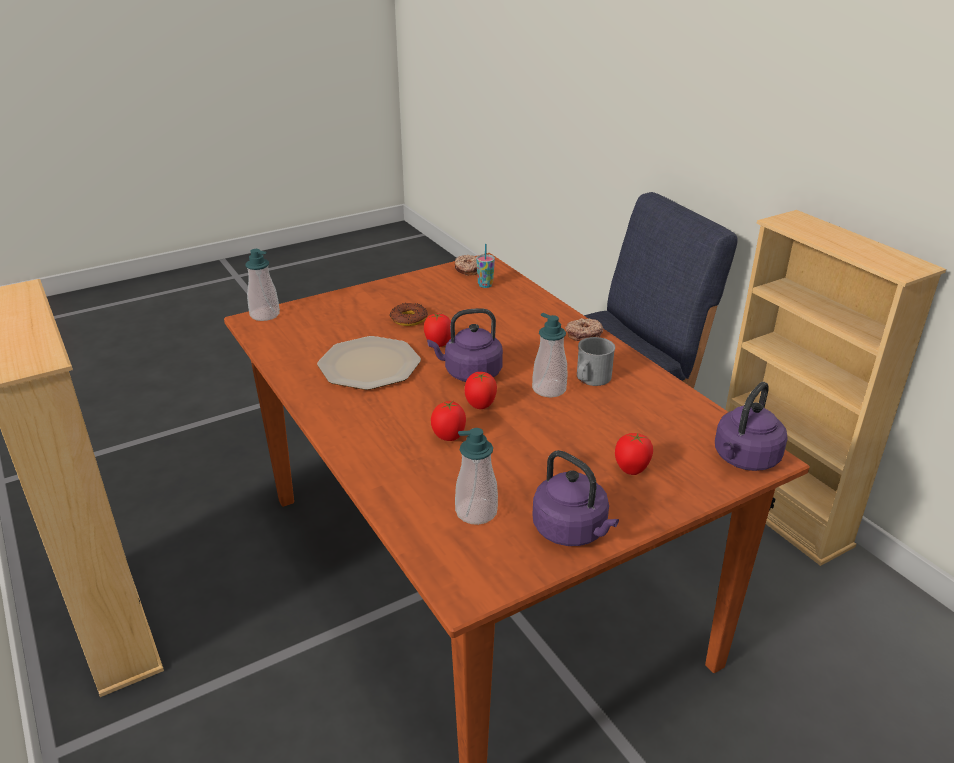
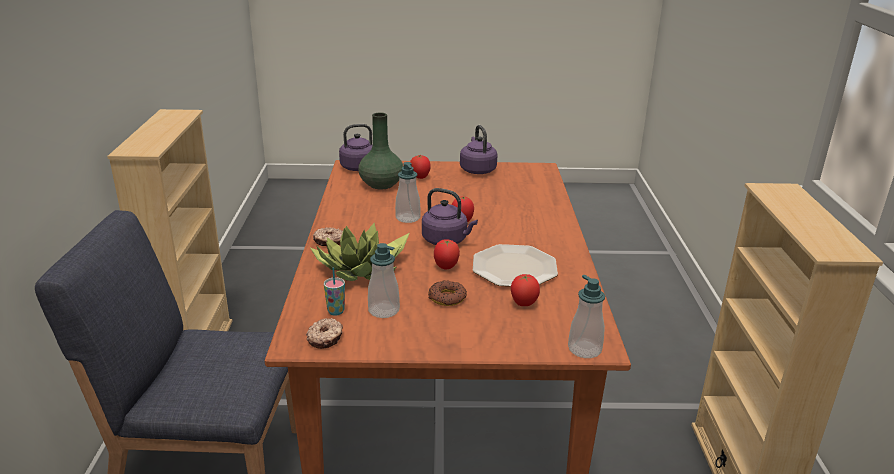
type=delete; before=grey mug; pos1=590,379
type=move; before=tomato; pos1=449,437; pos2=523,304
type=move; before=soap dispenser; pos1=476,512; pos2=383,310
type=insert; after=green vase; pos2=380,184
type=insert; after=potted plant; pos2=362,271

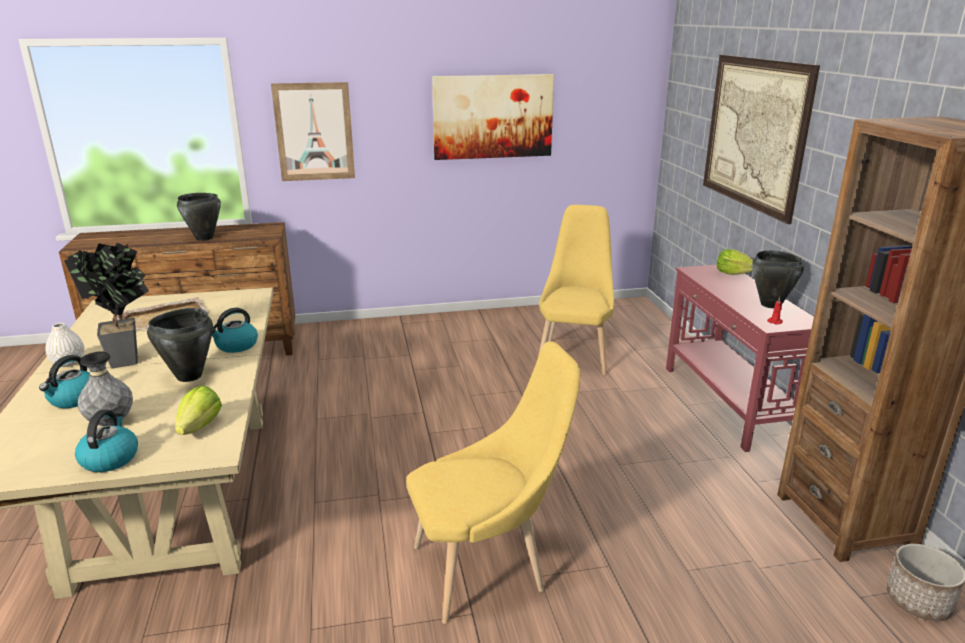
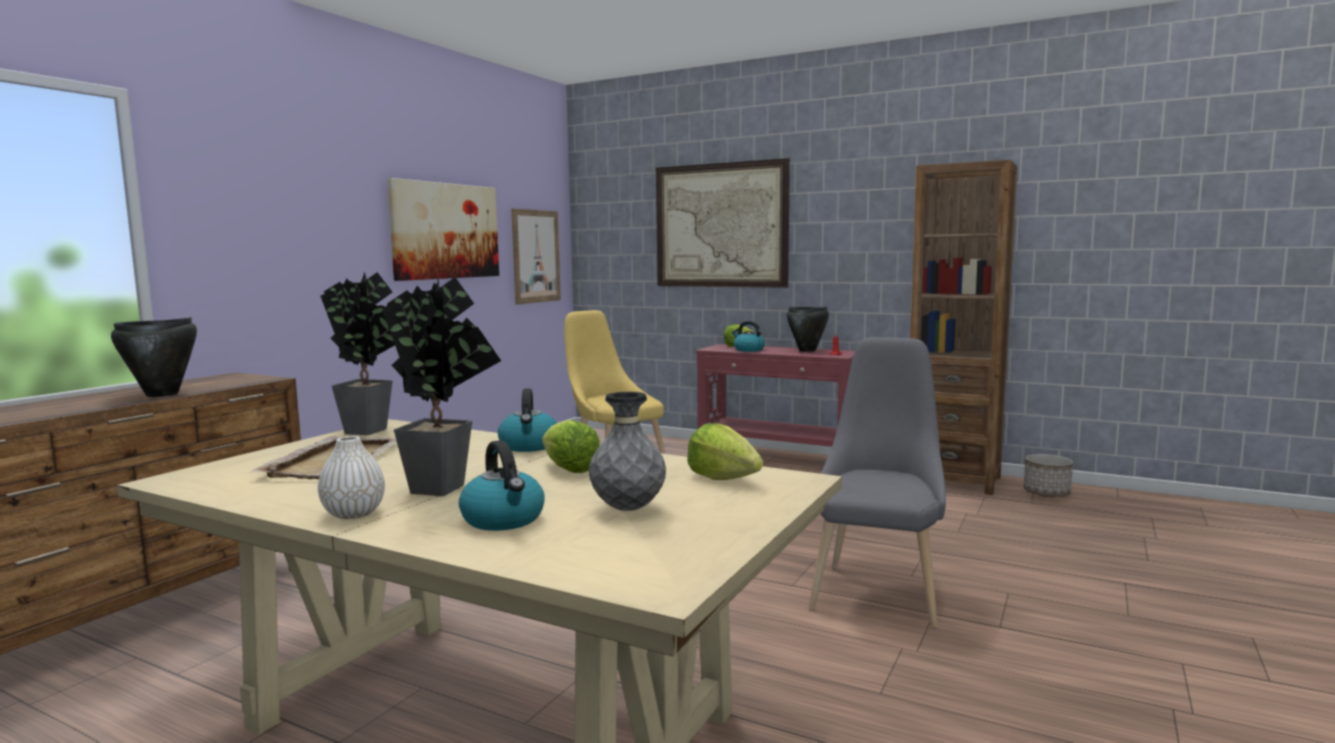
type=move; before=picture; pos1=314,132; pos2=536,256
type=replace; before=black cooking pot; after=lettuce; pos1=188,376; pos2=569,469
type=recolor; before=yellow chair; after=grey chair; pos1=487,568; pos2=878,590
type=move; before=kettle; pos1=110,458; pos2=748,350
type=insert; after=potted plant; pos2=373,430

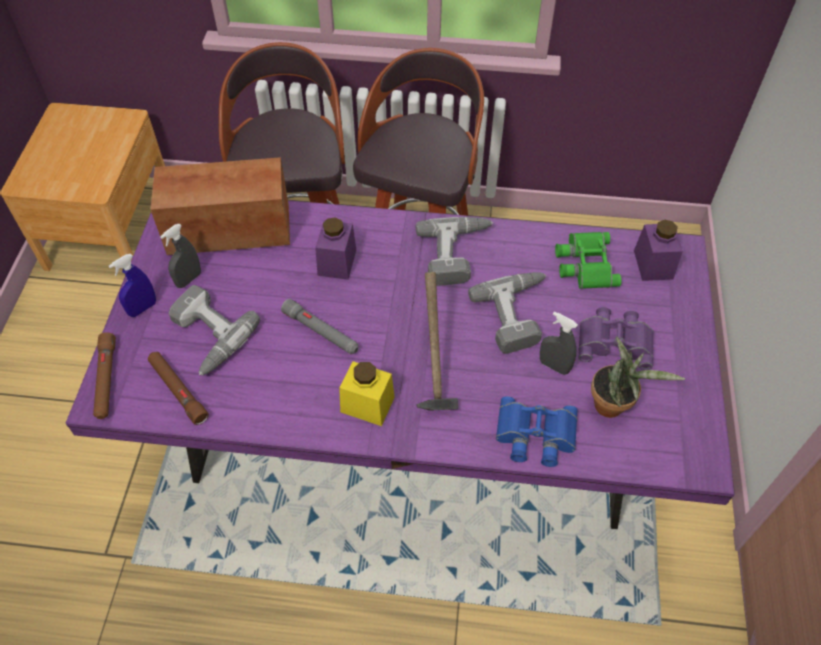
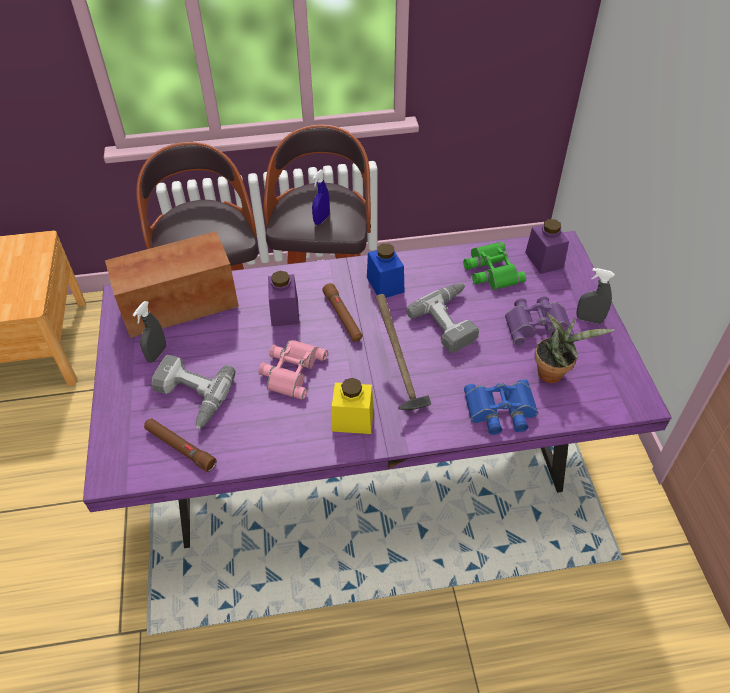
type=replace; before=power drill; after=blue jar; pos1=458,254; pos2=385,284
type=move; before=blue spray bottle; pos1=142,308; pos2=321,219
type=replace; before=grey flashlight; after=pink binoculars; pos1=321,331; pos2=291,370
type=move; before=grey spray bottle; pos1=554,366; pos2=589,319
type=move; before=brown flashlight; pos1=106,380; pos2=343,317

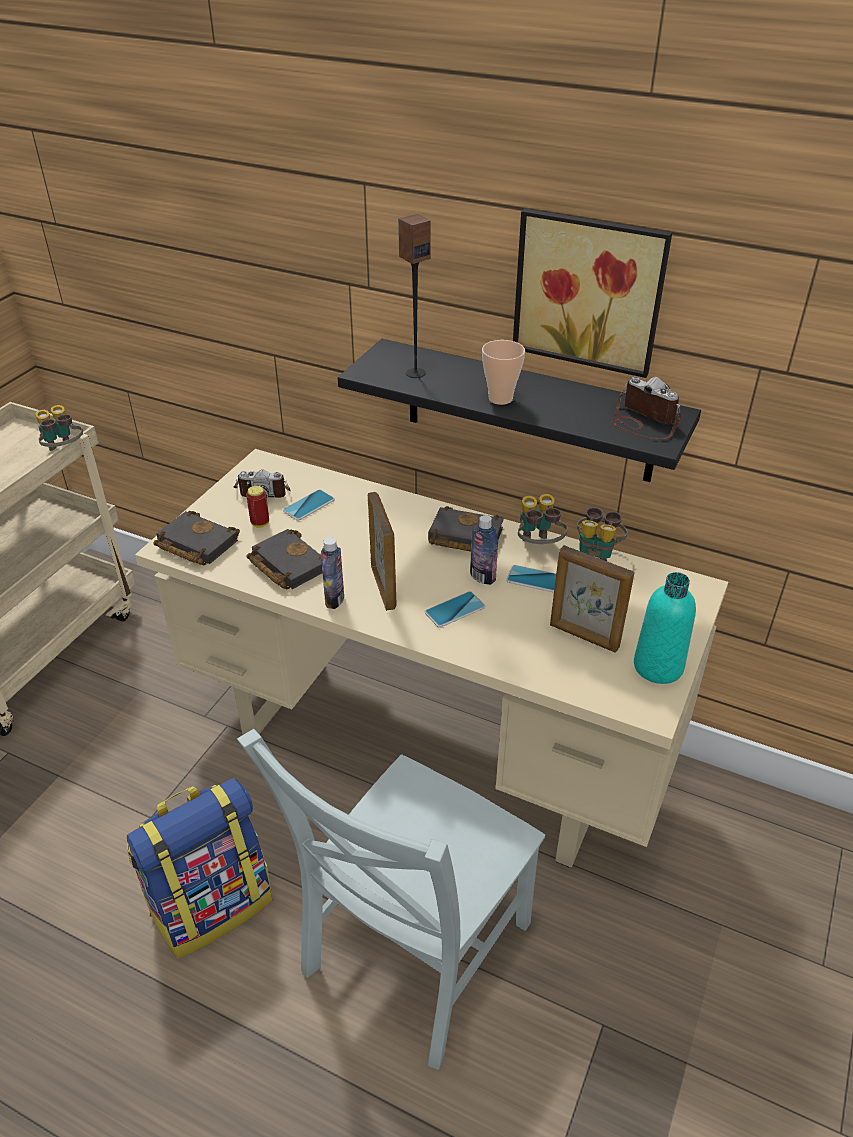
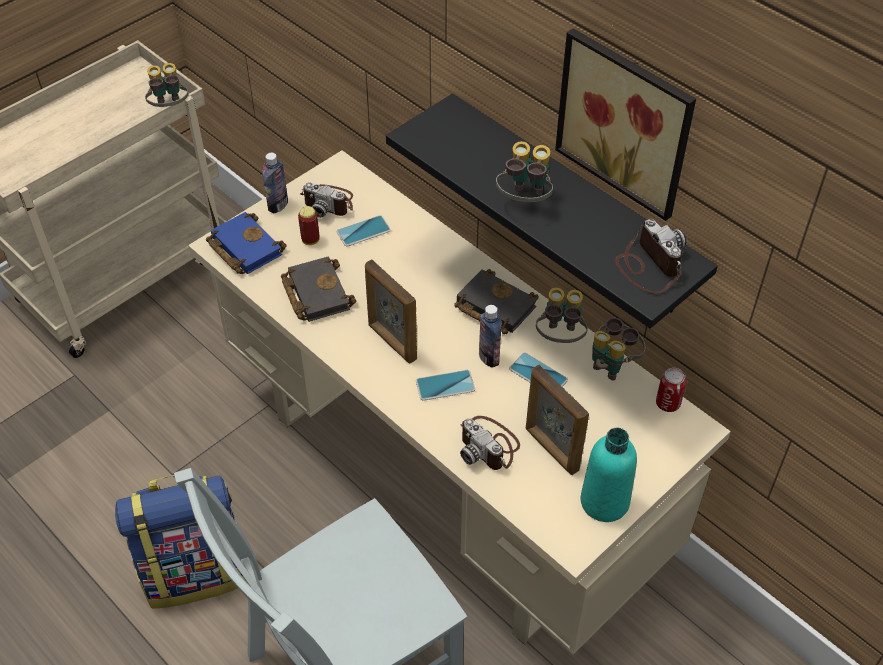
type=delete; before=speaker; pos1=415,373
type=replace; before=cup; after=binoculars; pos1=500,398; pos2=524,201
type=rotate; before=picture frame; pos1=383,587; pos2=391,342; turn=135
type=recolor; before=black book; after=blue book; pos1=194,544; pos2=243,248
type=move; before=bottle; pos1=334,599; pos2=278,205
type=insert; after=can; pos2=668,403
type=insert; after=photo camera; pos2=489,445

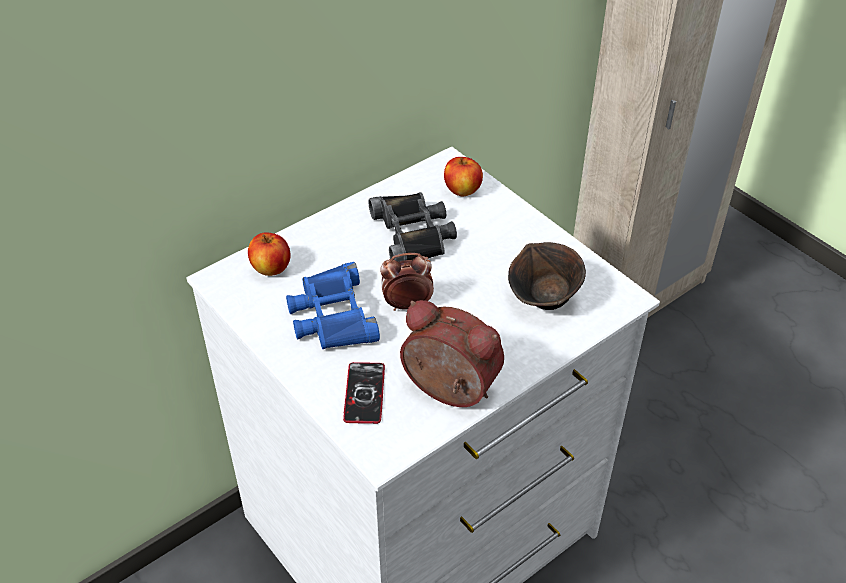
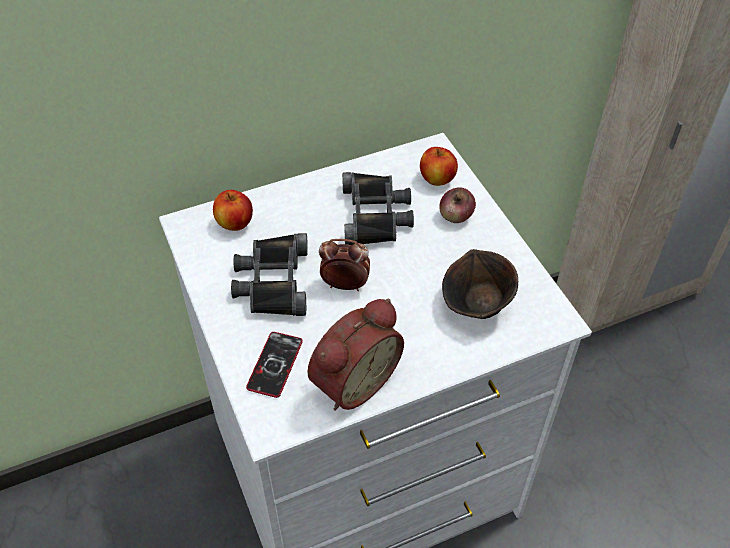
type=recolor; before=blue binoculars; after=black binoculars; pos1=331,316; pos2=272,281
type=rotate; before=alarm clock; pos1=448,391; pos2=352,380; turn=90
type=insert; after=apple; pos2=456,216

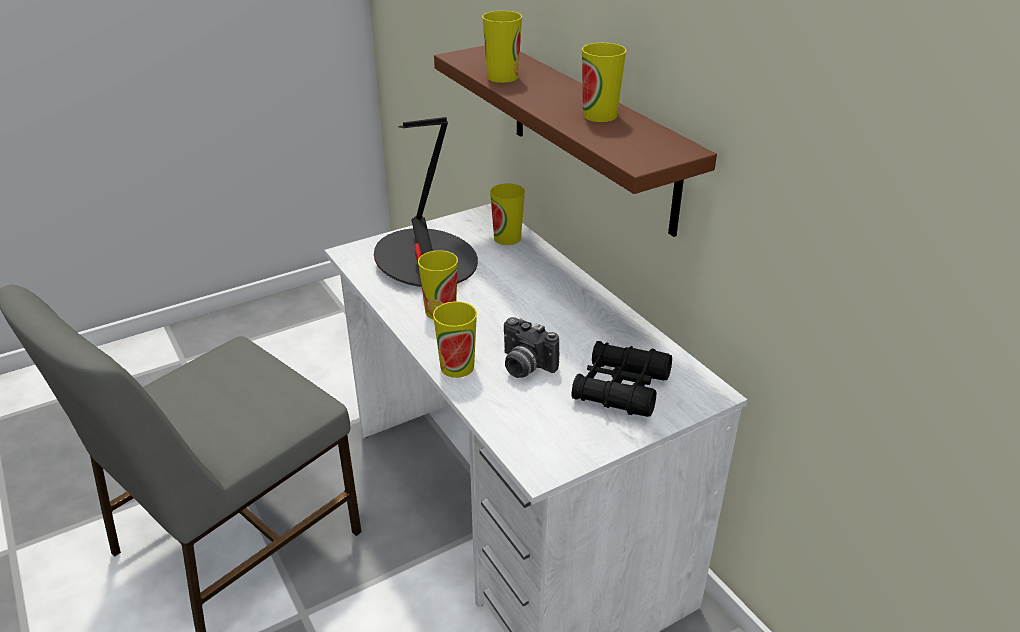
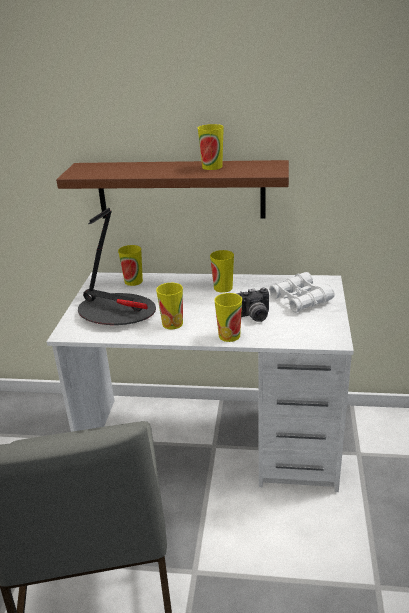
type=move; before=cup; pos1=502,77; pos2=223,288
type=recolor; before=black binoculars; after=white binoculars; pos1=620,388; pos2=300,299

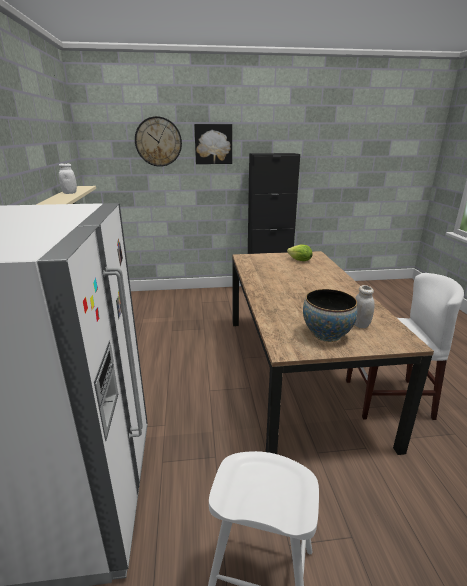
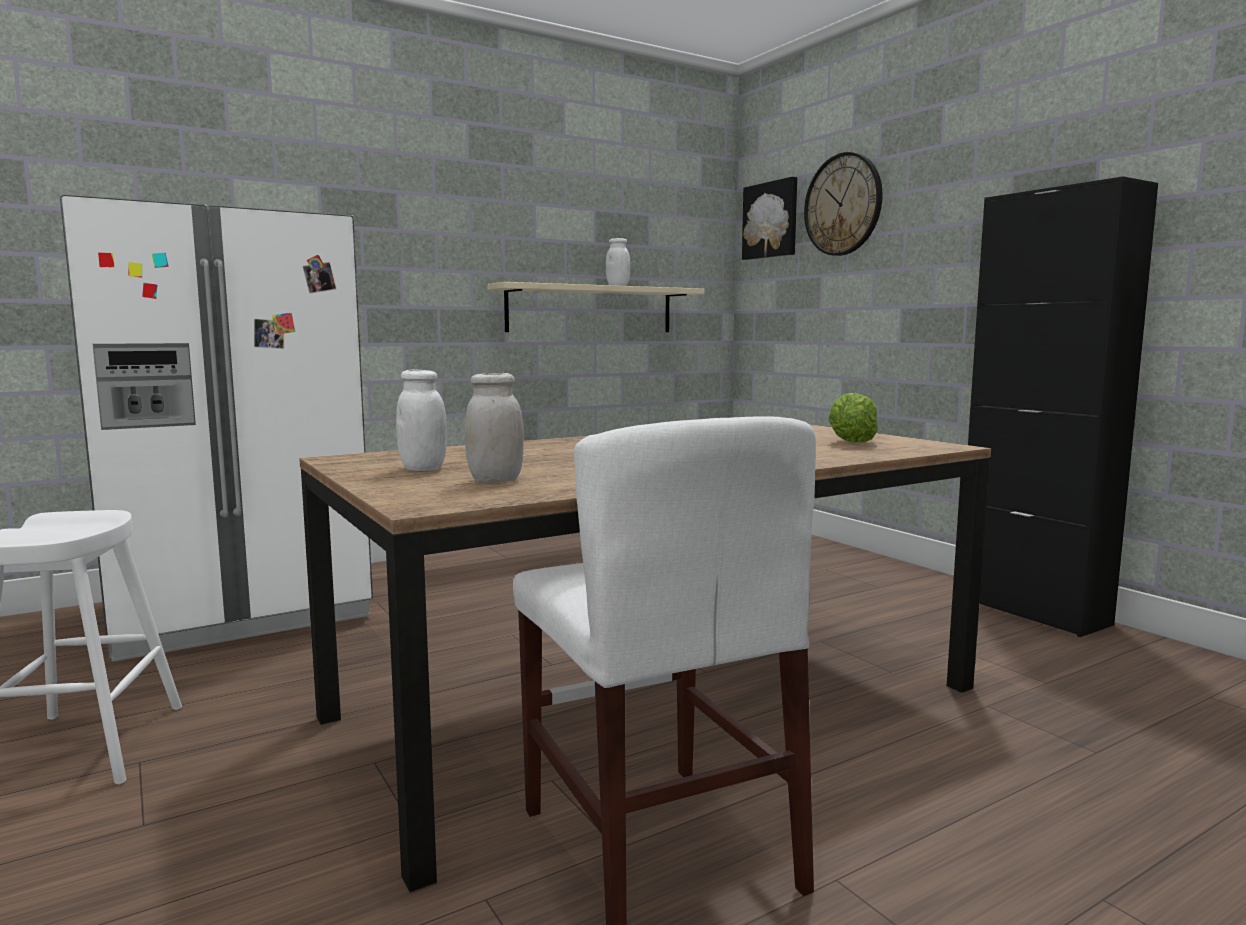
type=move; before=picture; pos1=213,144; pos2=771,220
type=replace; before=bowl; after=white jar; pos1=326,335; pos2=423,469

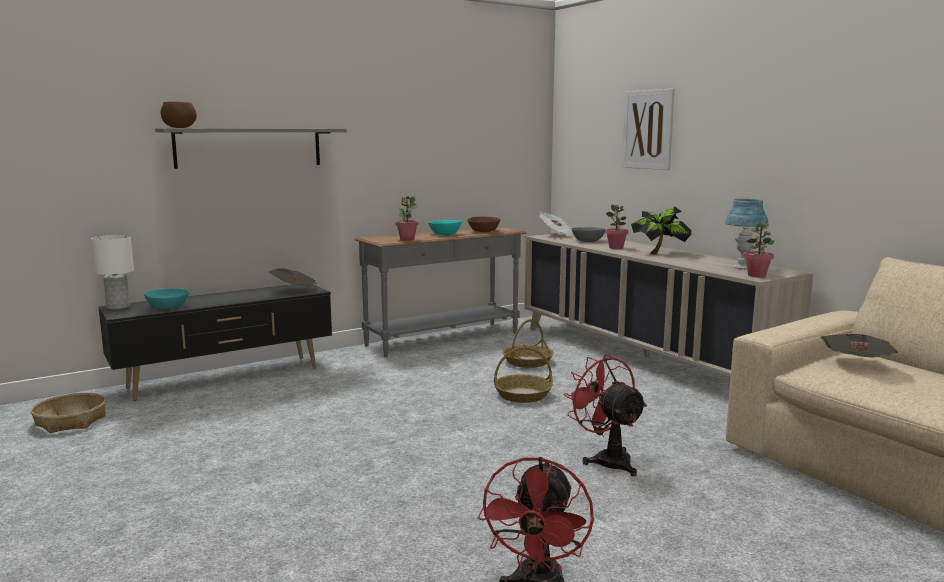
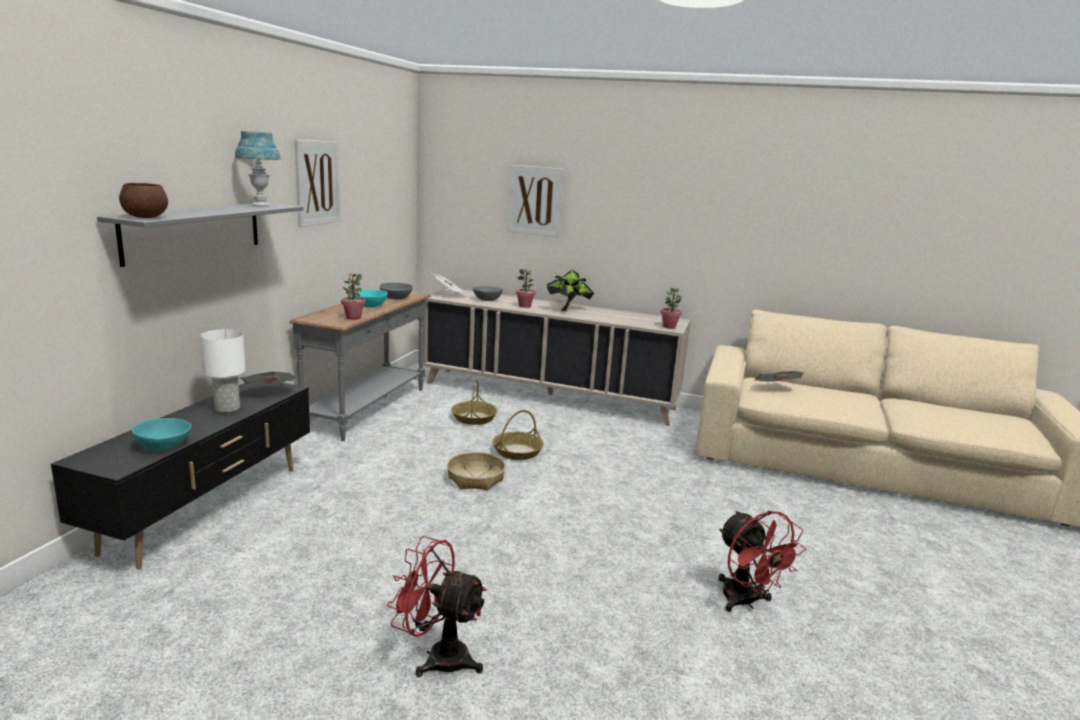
type=move; before=blue table lamp; pos1=742,267; pos2=261,205
type=recolor; before=brown bowl; after=grey bowl; pos1=484,231; pos2=396,298
type=move; before=white table lamp; pos1=118,307; pos2=227,408
type=move; before=red fan; pos1=607,459; pos2=438,656
type=move; before=basket; pos1=70,421; pos2=476,479
type=insert; after=picture; pos2=317,183

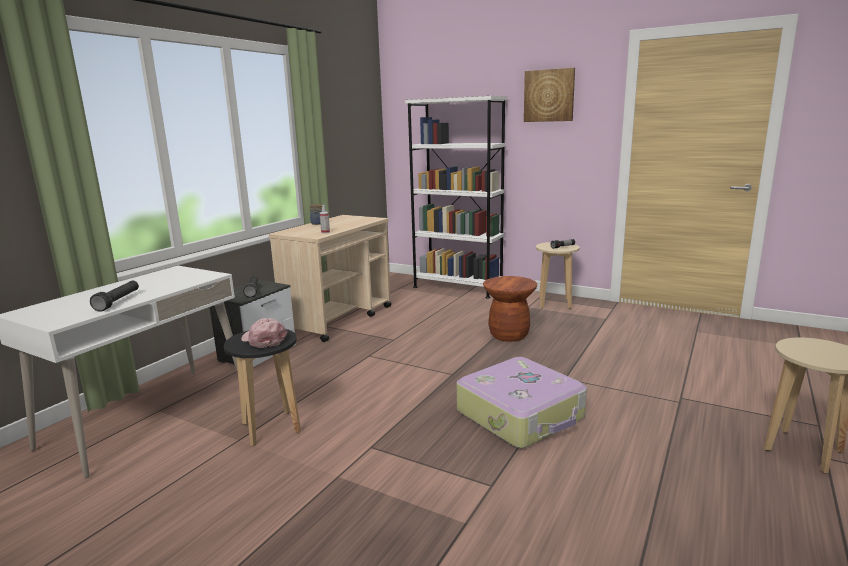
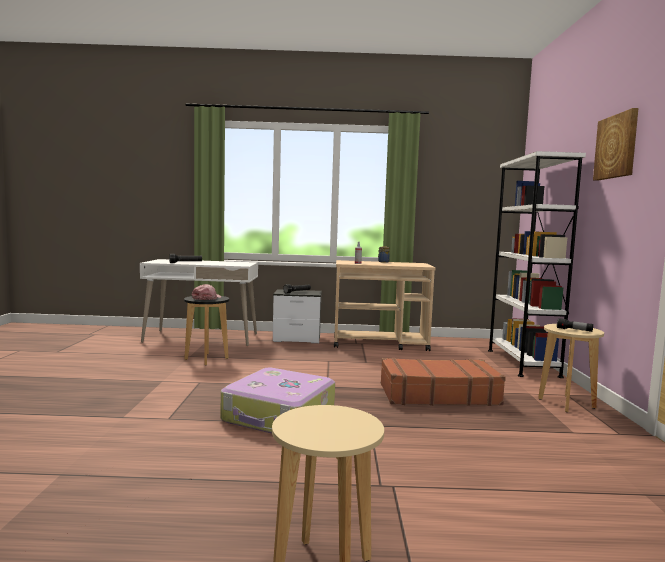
type=replace; before=brown stool; after=brown suitcase; pos1=508,335; pos2=438,394

